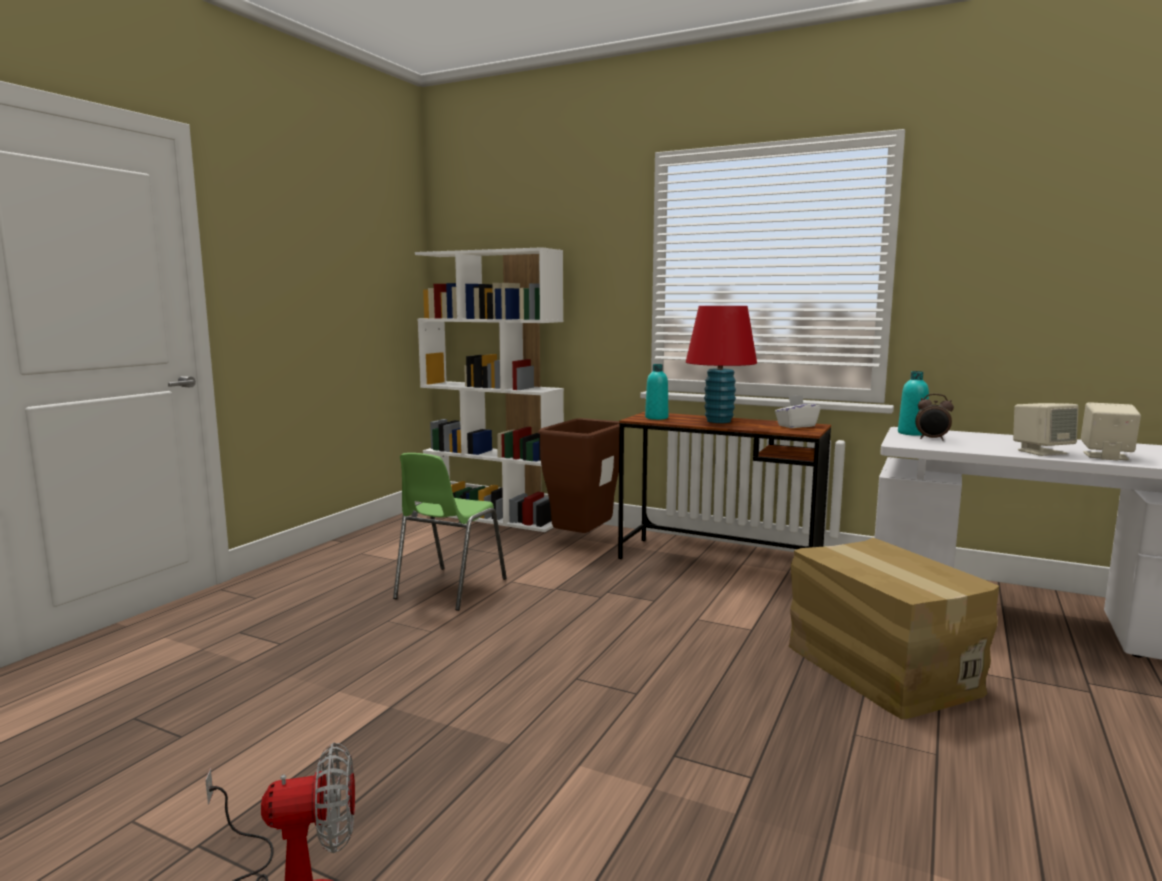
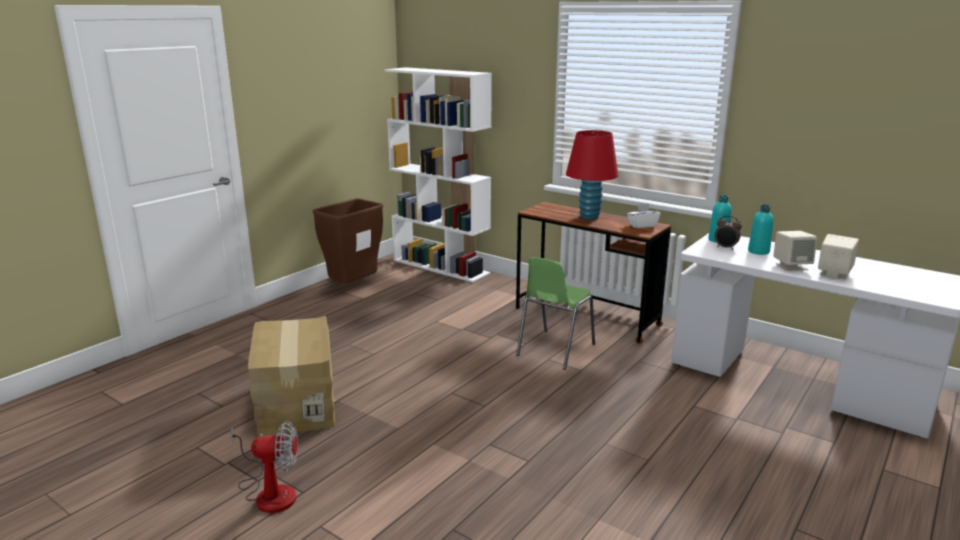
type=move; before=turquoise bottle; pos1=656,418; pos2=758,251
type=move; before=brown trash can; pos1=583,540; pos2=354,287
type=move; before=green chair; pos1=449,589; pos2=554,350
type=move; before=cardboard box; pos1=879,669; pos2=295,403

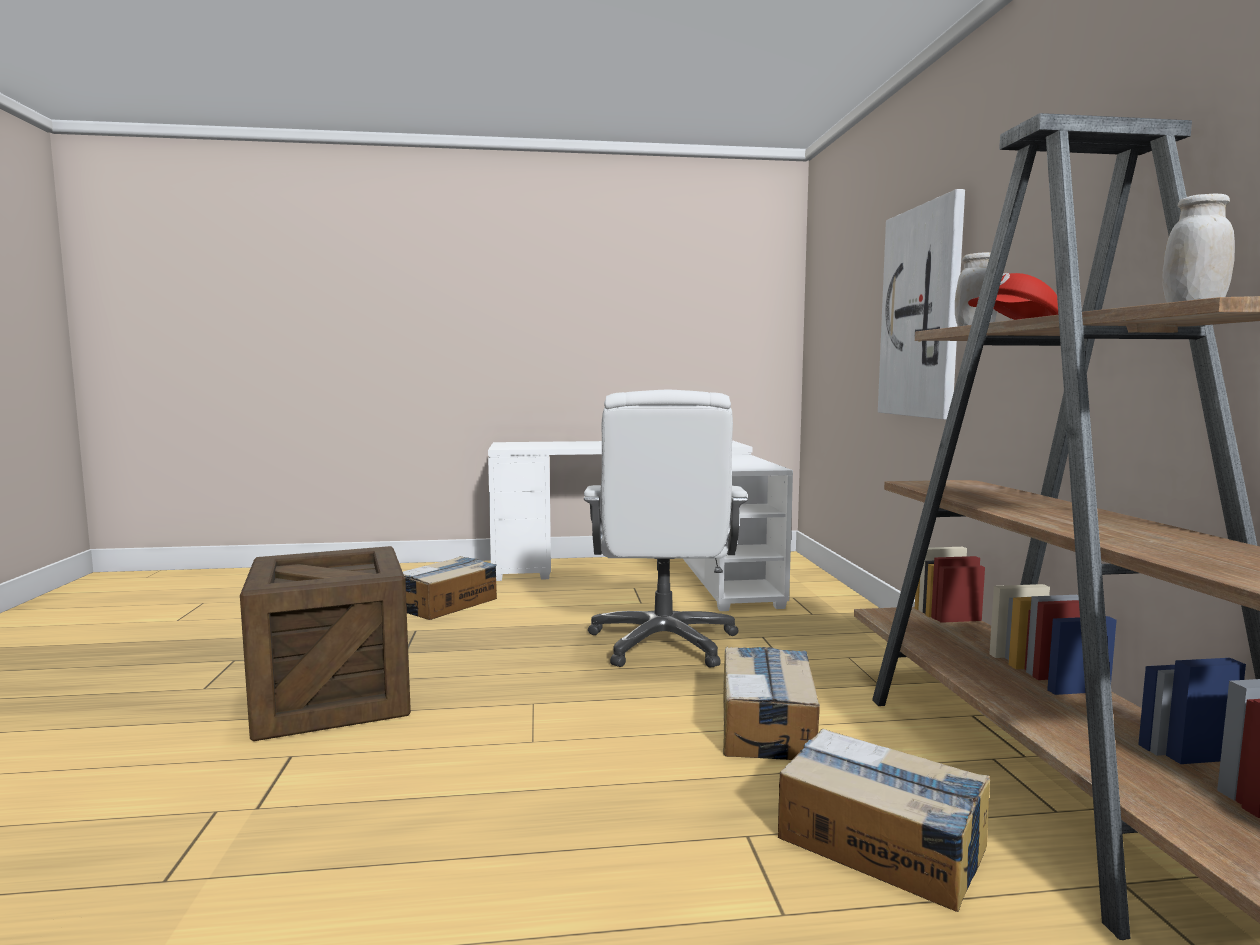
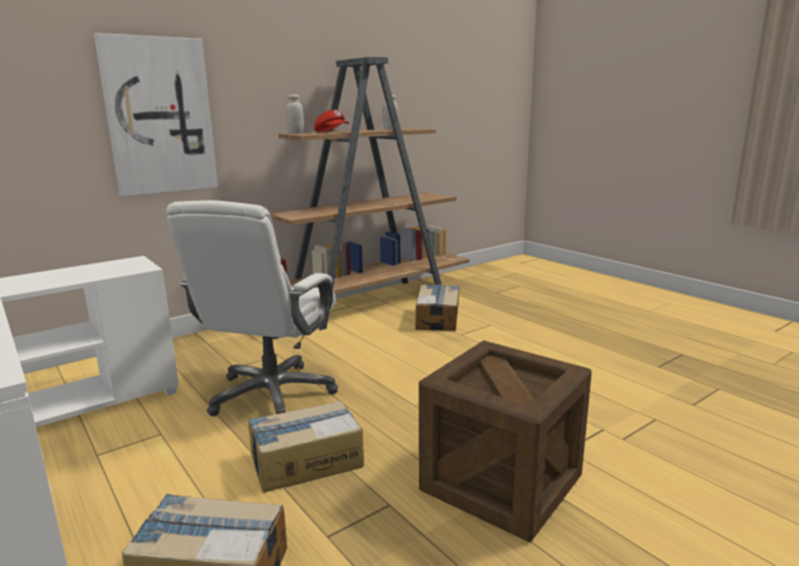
type=rotate; before=white office chair; pos1=663,643; pos2=272,395; turn=135
type=move; before=cardboard box; pos1=767,725; pos2=305,461

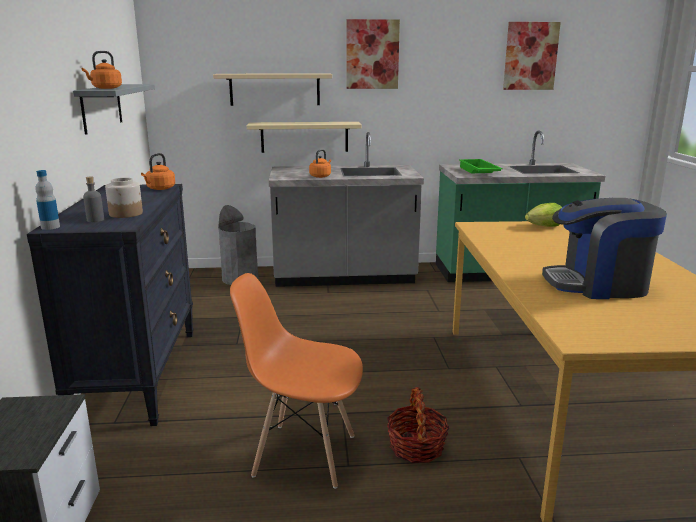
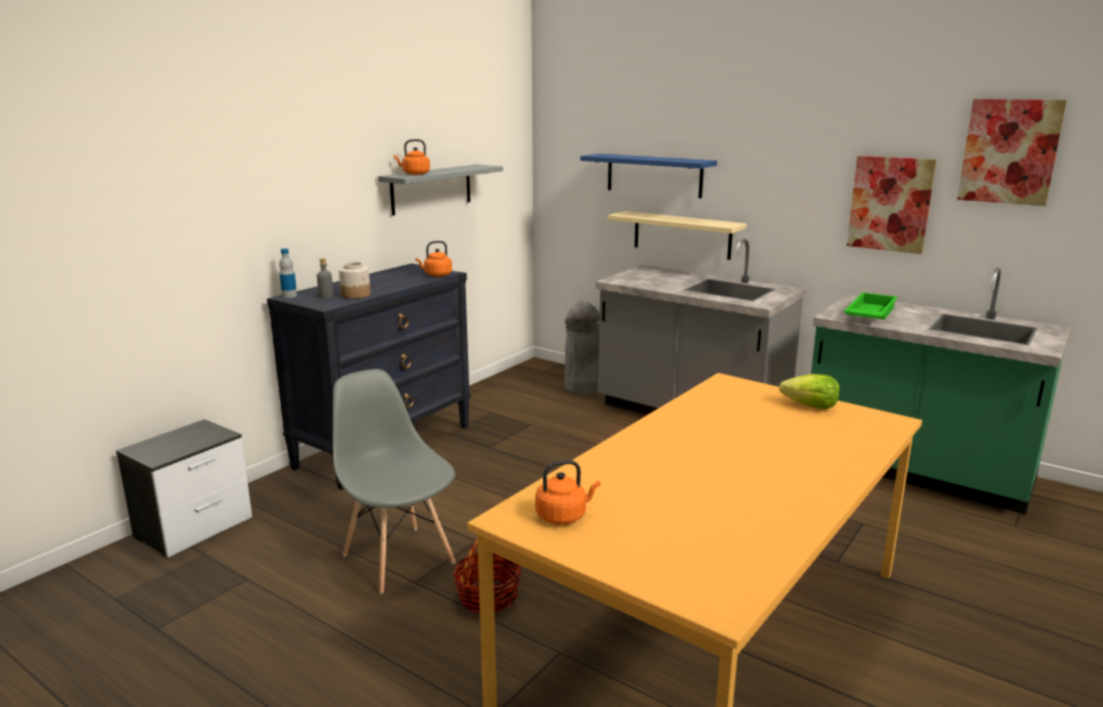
type=move; before=picture; pos1=372,54; pos2=890,204
type=recolor; before=beige shelf; after=blue shelf; pos1=274,89; pos2=654,175
type=move; before=orange kettle; pos1=321,176; pos2=563,516
type=delete; before=coffee machine; pos1=598,285
type=recolor; before=orange chair; after=grey chair; pos1=303,454; pos2=398,558

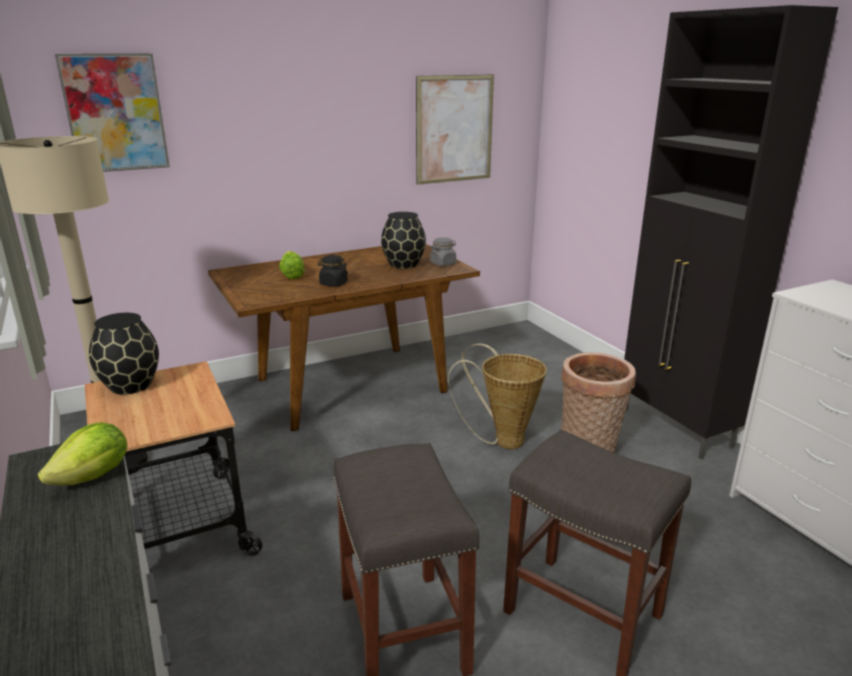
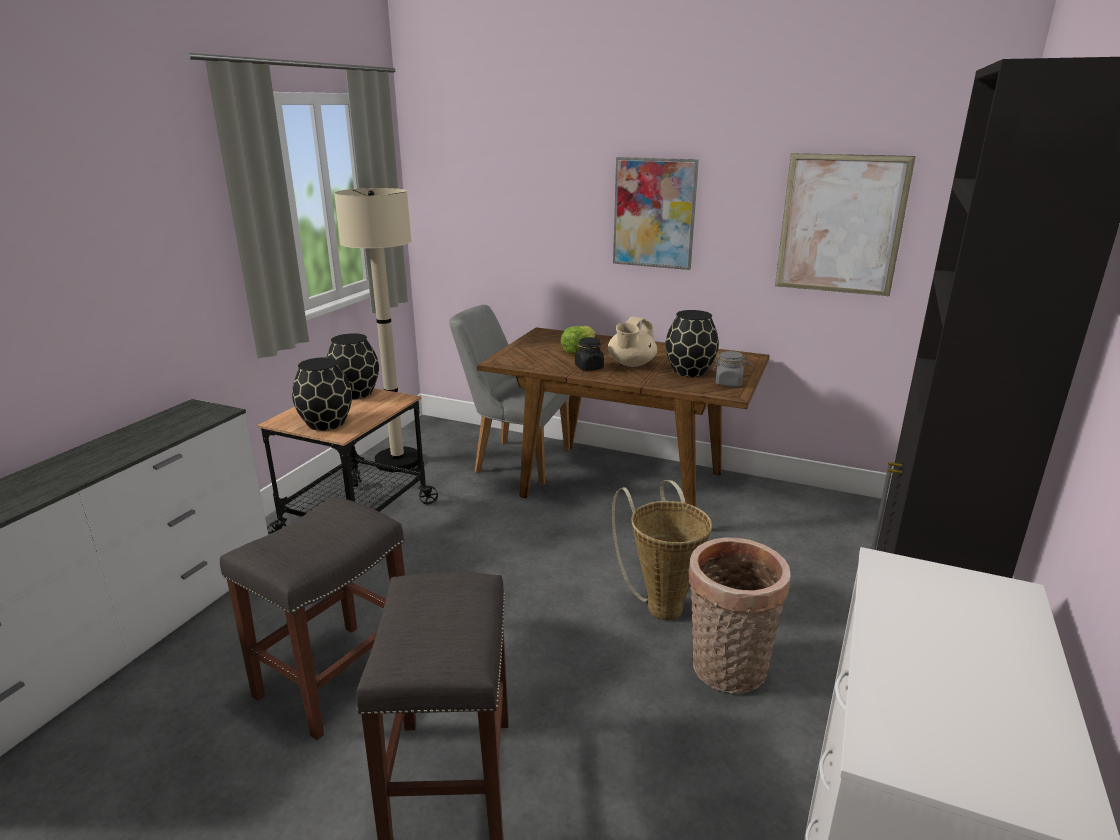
type=move; before=picture; pos1=115,113; pos2=654,213
type=delete; before=lettuce; pos1=94,476
type=insert; after=grey chair; pos2=513,459
type=insert; after=beige teapot; pos2=631,364
type=insert; after=black vase; pos2=325,424

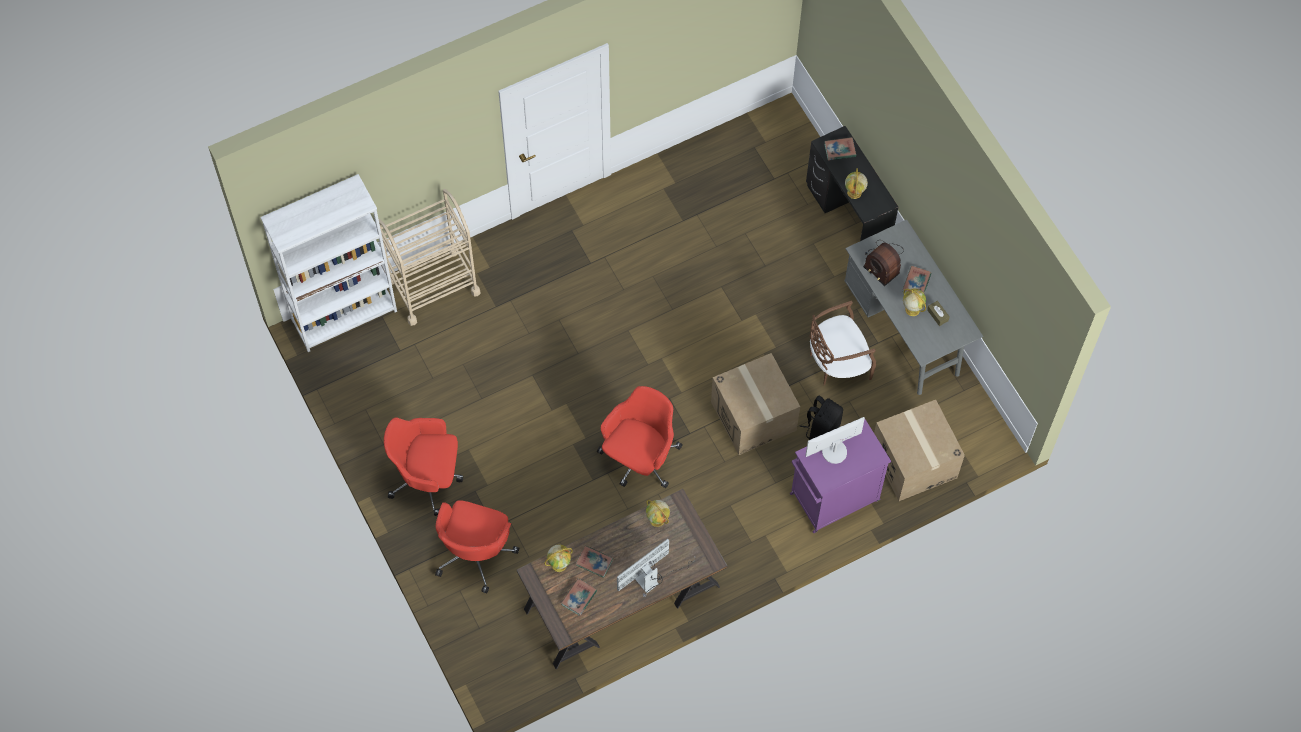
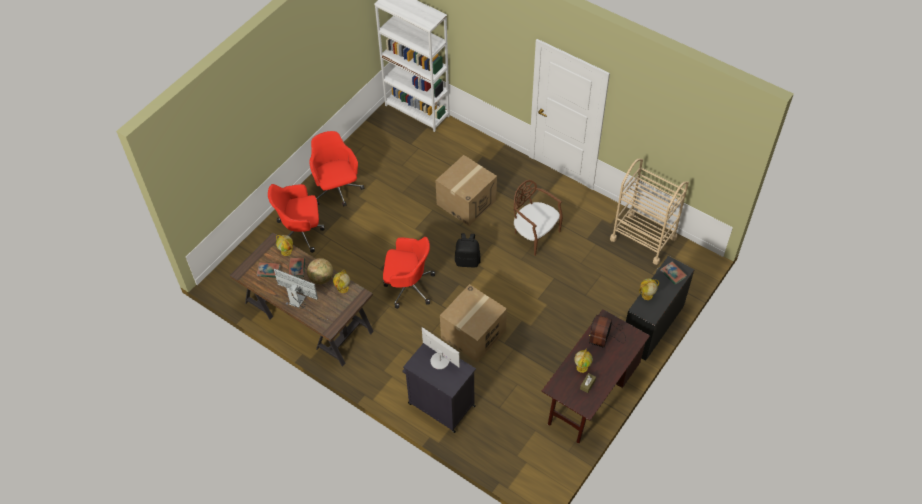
type=move; before=beige cart; pos1=433,286; pos2=643,238
type=recolor; before=grey desk; after=brown desk; pos1=905,331; pos2=590,395
type=delete; before=book; pos1=916,283
type=move; before=brown chair; pos1=837,362; pos2=534,234
type=move; before=black backpack; pos1=821,429; pos2=467,260
type=move; before=cardboard box; pos1=913,462; pos2=466,202
type=recolor; before=purple cabinet; after=black cabinet; pos1=833,498; pos2=440,404
type=insert; after=globe; pos2=321,278

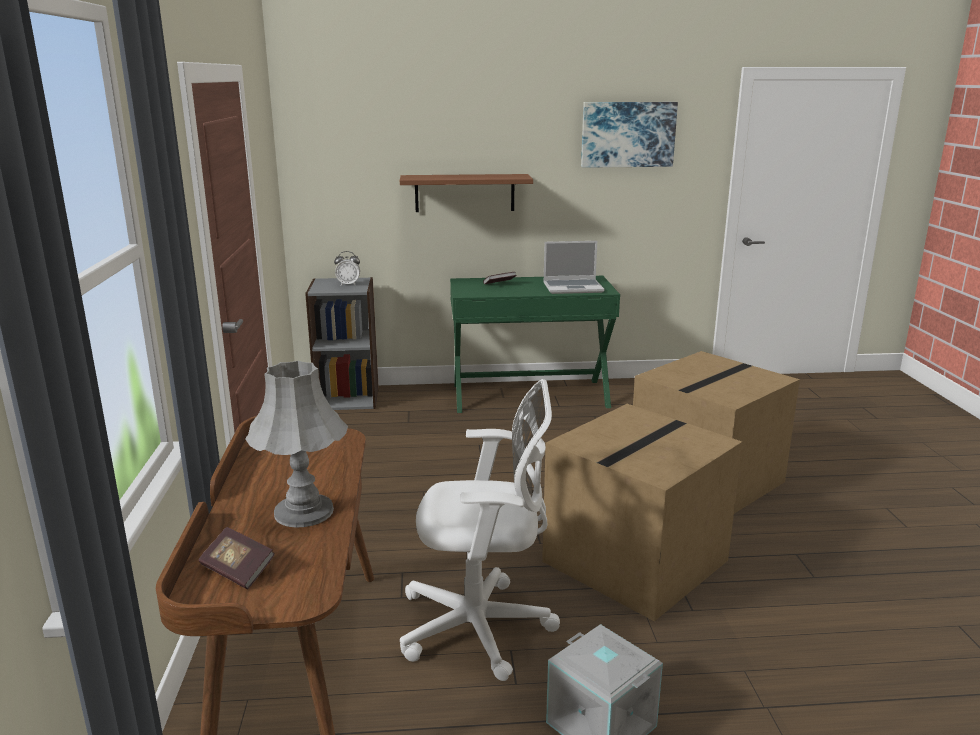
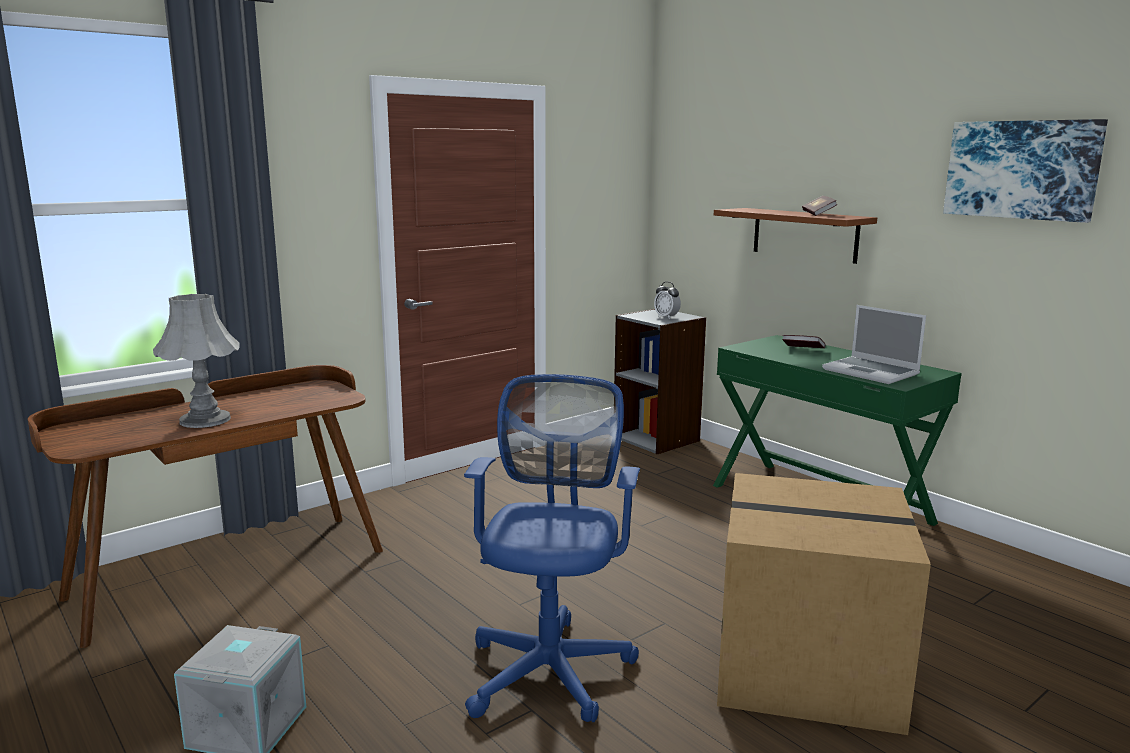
type=delete; before=white office chair; pos1=482,628
type=replace; before=cardboard box; after=blue office chair; pos1=634,559; pos2=550,666
type=move; before=book; pos1=238,570; pos2=818,214

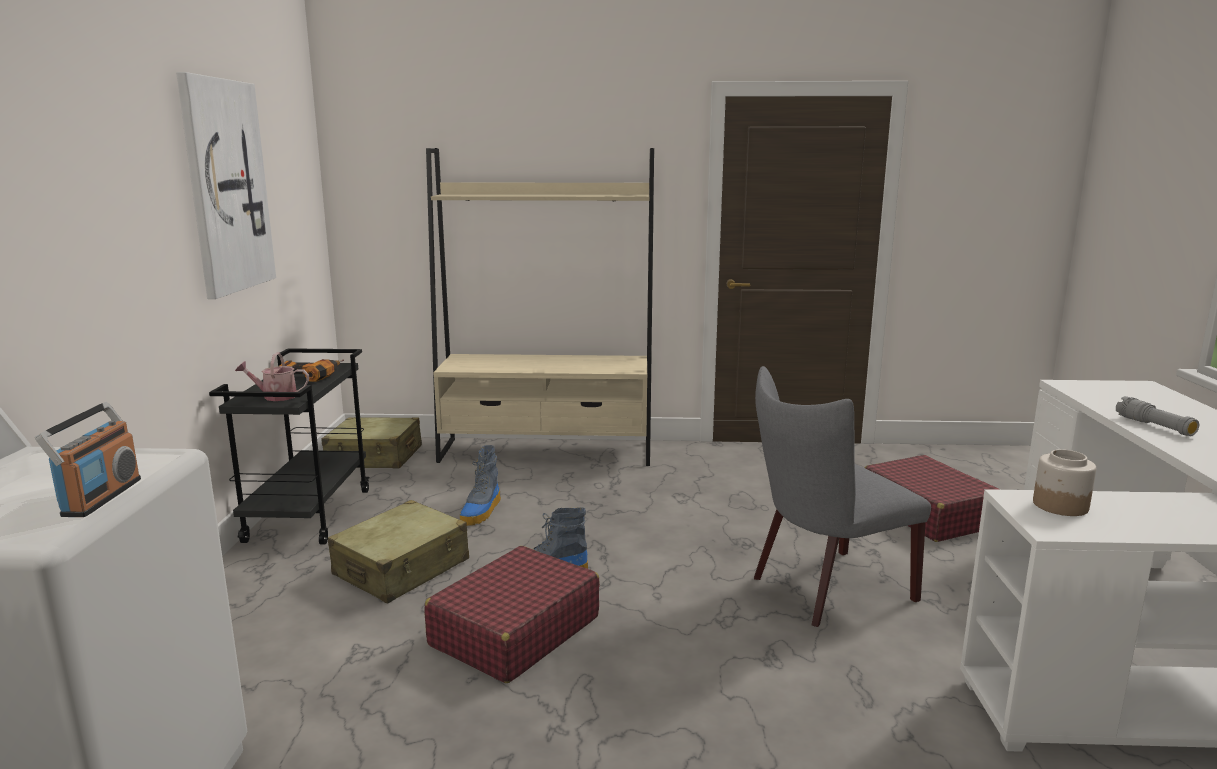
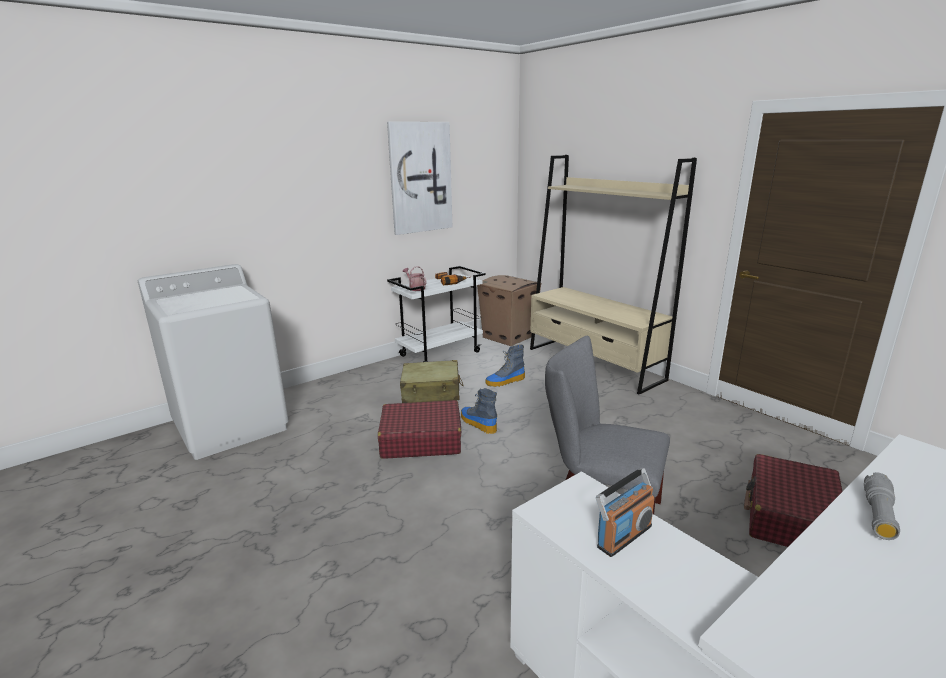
type=recolor; before=black cart; after=white cart; pos1=308,515; pos2=440,353
type=move; before=radio; pos1=101,497; pos2=623,536
type=replace; before=beige suitcase; after=cardboard box; pos1=375,457; pos2=509,337
type=delete; before=jar; pos1=1059,505

